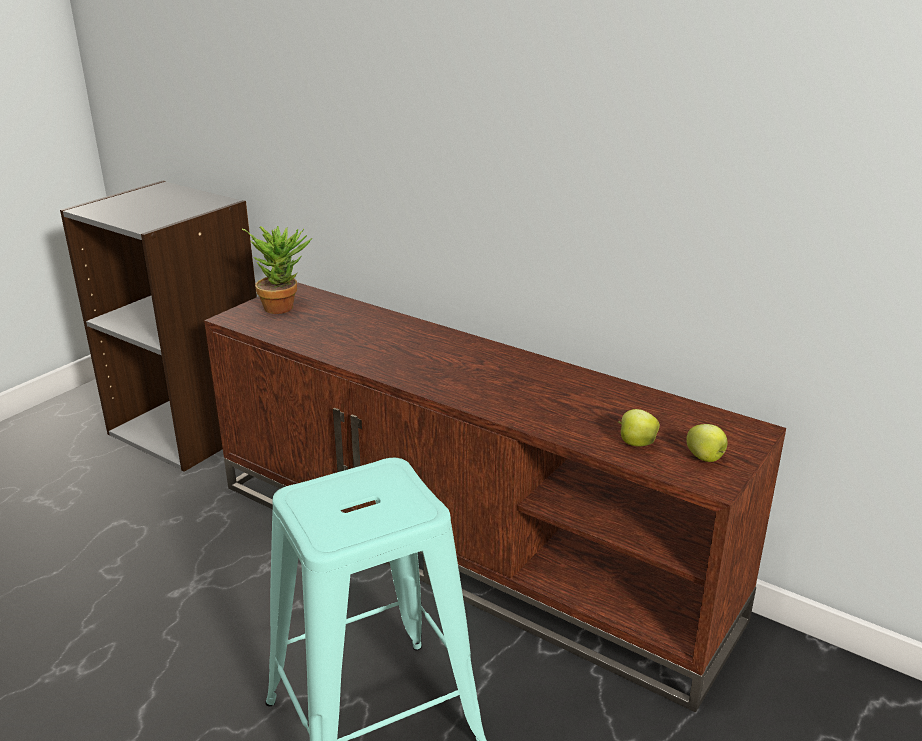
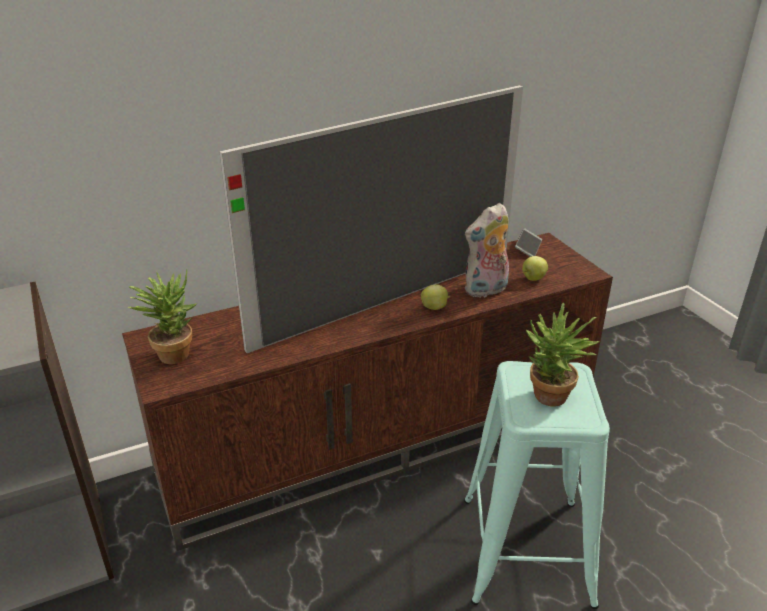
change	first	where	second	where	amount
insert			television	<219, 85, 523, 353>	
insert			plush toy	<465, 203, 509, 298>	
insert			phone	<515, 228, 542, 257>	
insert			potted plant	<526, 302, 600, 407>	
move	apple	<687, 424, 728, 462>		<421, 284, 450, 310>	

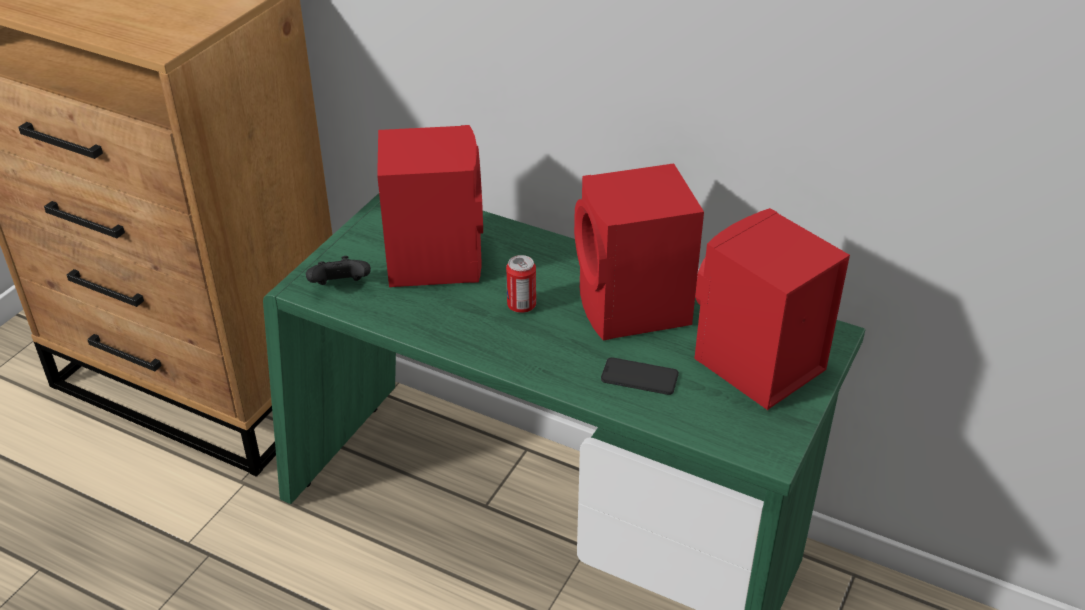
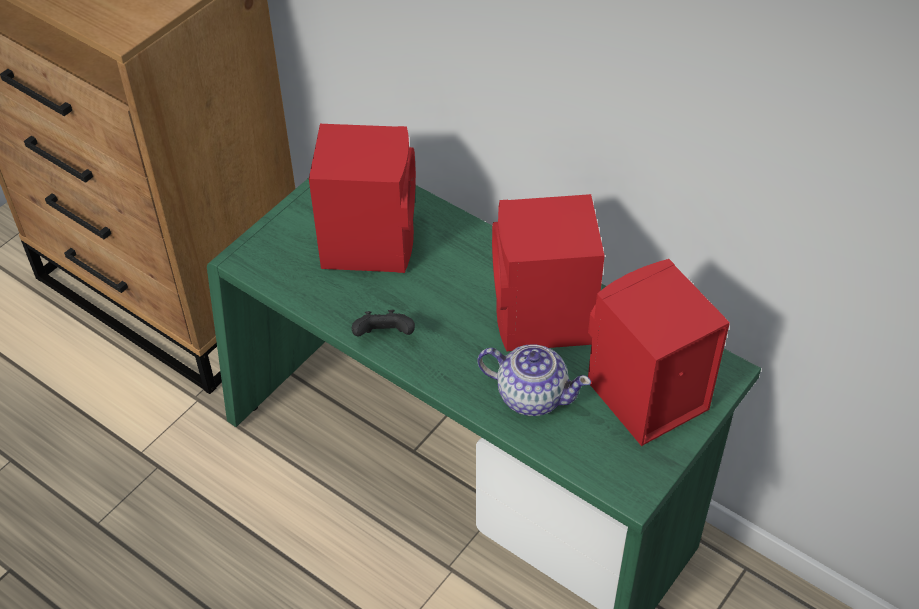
change	first	where	second	where	amount
delete	can	<506, 255, 536, 313>			
move	game controller in black	<306, 256, 371, 285>		<352, 310, 415, 336>	
replace	phone	<601, 357, 679, 395>	teapot	<477, 345, 591, 416>	

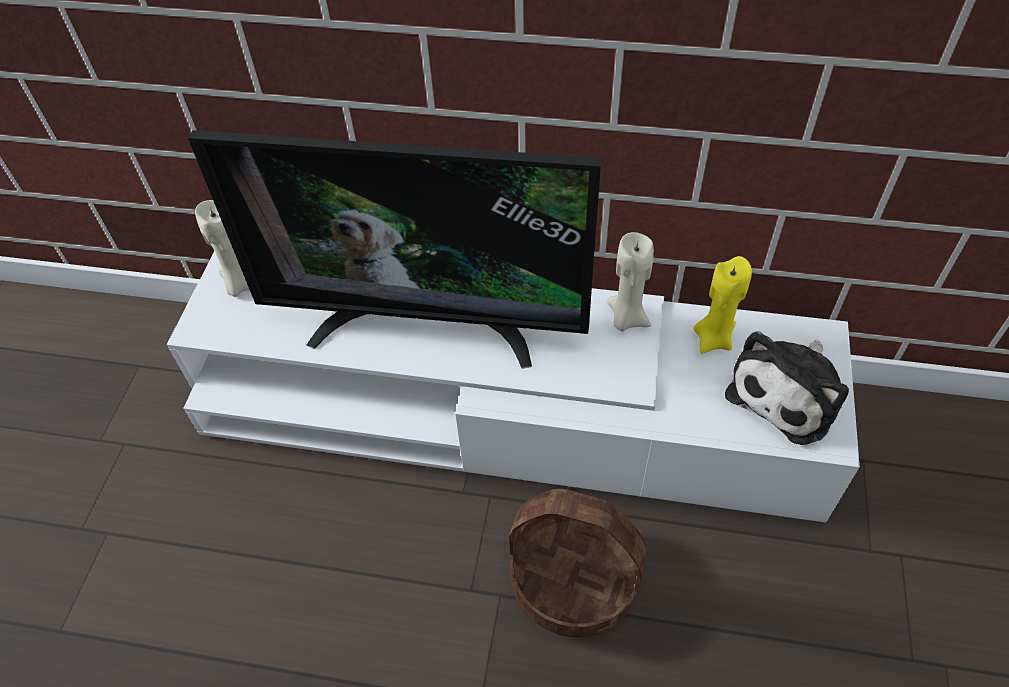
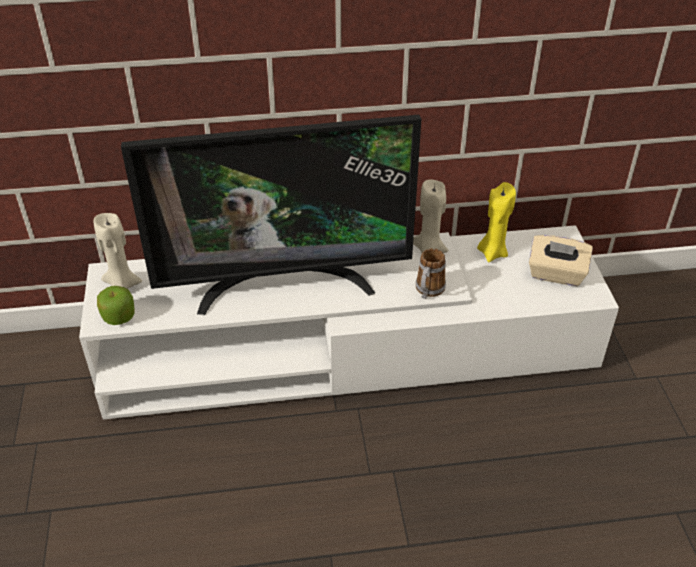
change	first	where	second	where	amount
delete	basket	<509, 489, 647, 637>			
insert			apple	<97, 286, 134, 325>	
insert			mug	<416, 248, 446, 299>	
replace	plush toy	<725, 331, 849, 445>	tissue box in beige	<529, 235, 593, 286>	

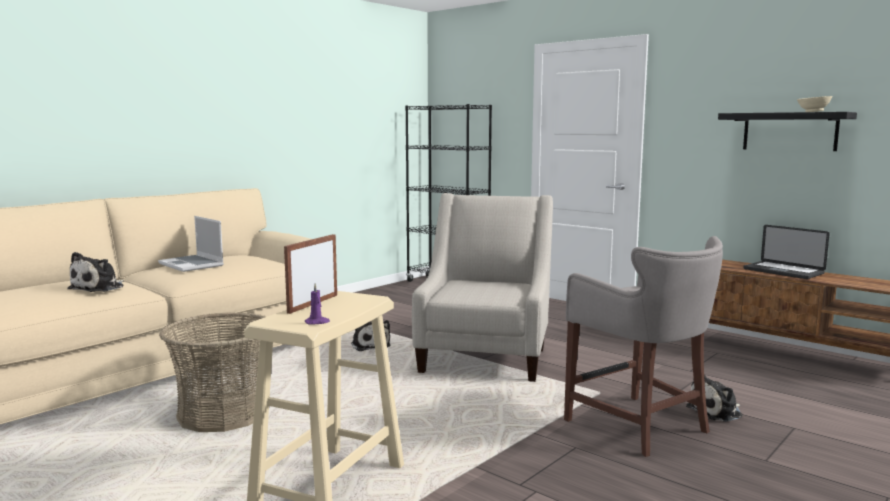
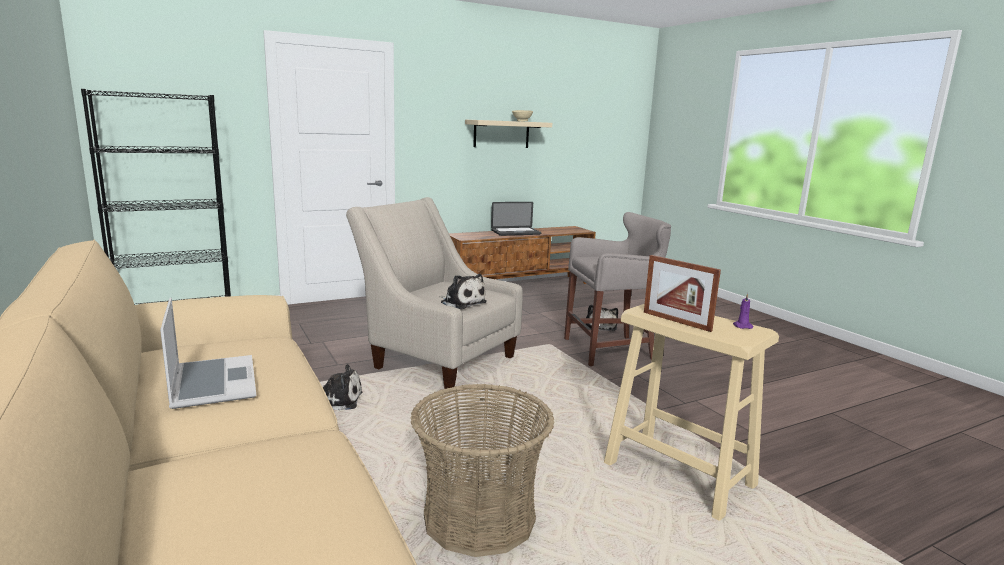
change	first	where	second	where	amount
move	plush toy	<67, 252, 124, 292>		<439, 274, 487, 309>	
recolor	shelf in black	<718, 112, 857, 151>	shelf in beige	<465, 119, 552, 148>	
rotate	laptop	<158, 216, 224, 272>		<160, 298, 256, 409>	90 degrees counterclockwise

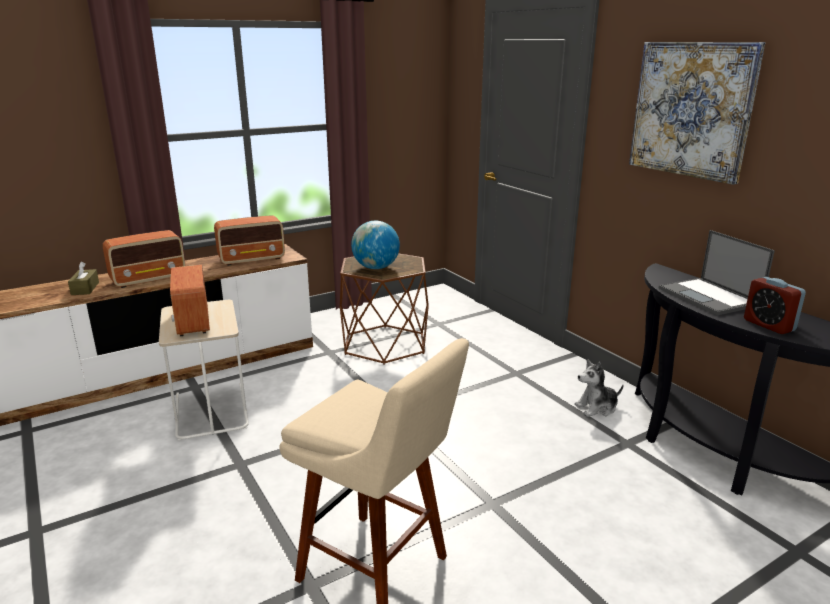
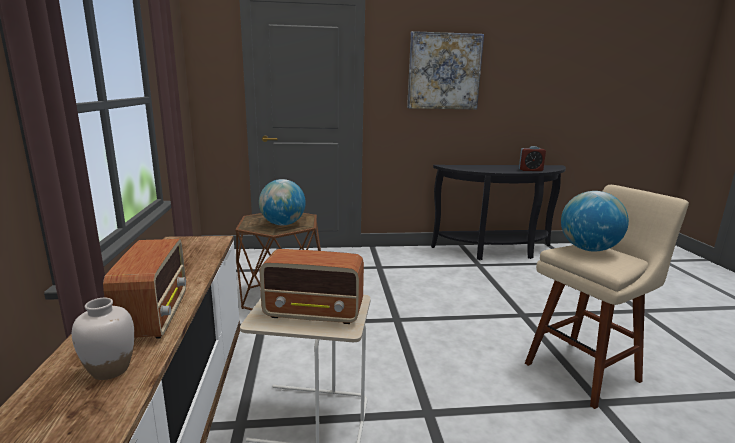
change	first	where	second	where	amount
delete	radio	<214, 215, 285, 266>			
delete	plush toy	<574, 360, 623, 417>			
delete	laptop	<658, 230, 775, 316>			
insert			globe	<561, 191, 629, 251>	
replace	tissue box in brown	<68, 261, 99, 295>	vase in white	<72, 298, 134, 380>	

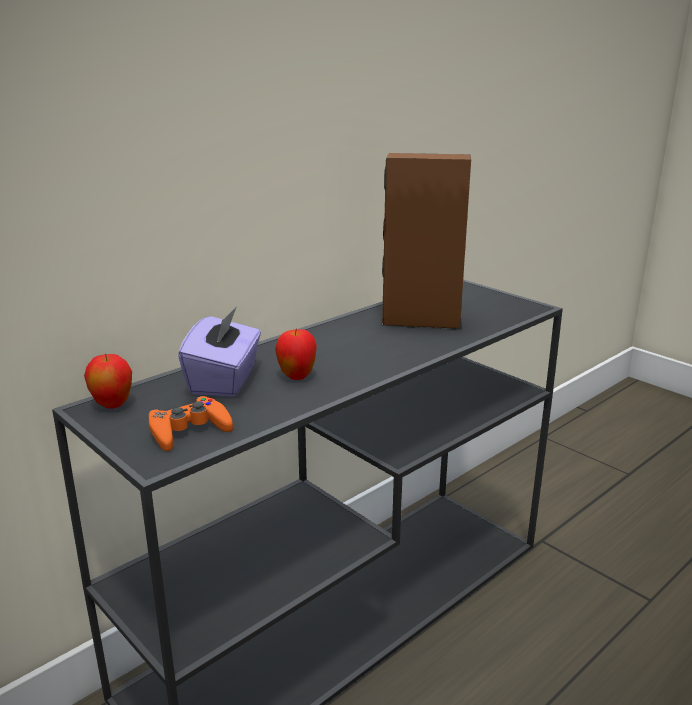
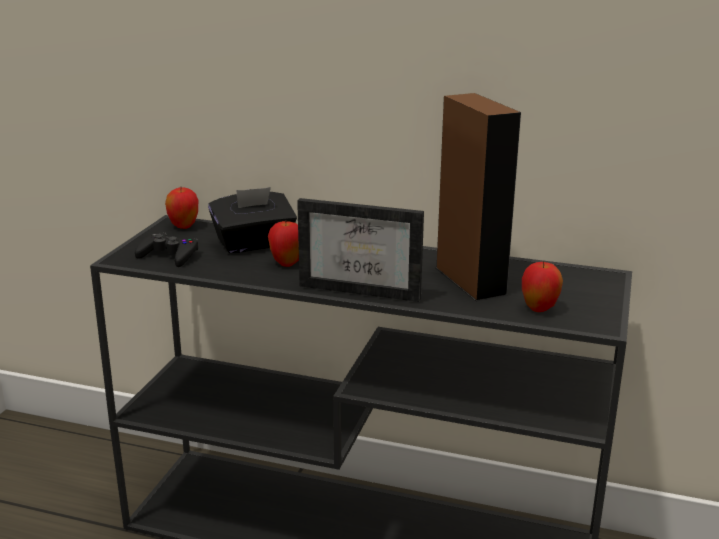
change	first	where	second	where	amount
insert			picture frame	<297, 198, 424, 302>	
insert			apple	<522, 261, 563, 312>	
recolor	game controller in orange	<149, 396, 233, 451>	game controller in black	<135, 232, 198, 267>	
recolor	tissue box in purple	<178, 306, 261, 397>	tissue box in black	<208, 187, 297, 253>	

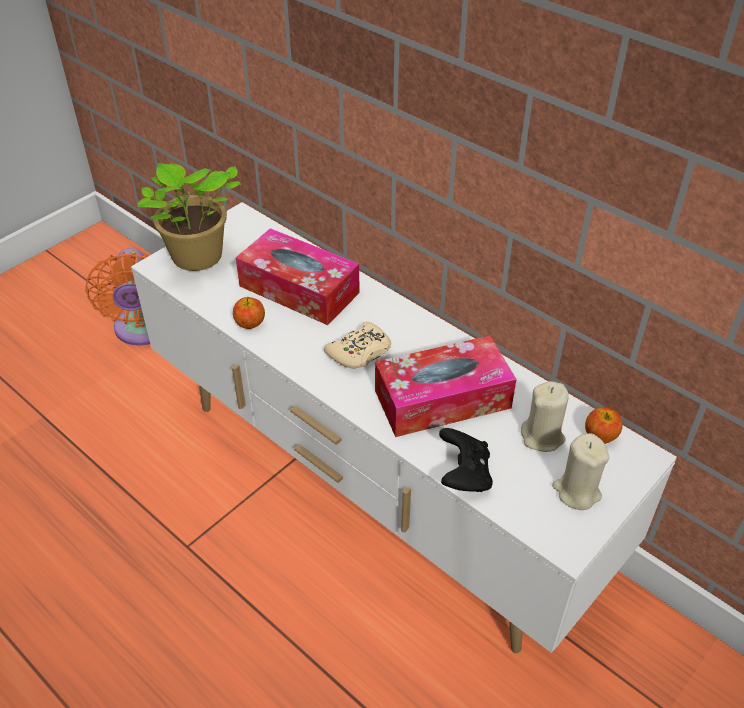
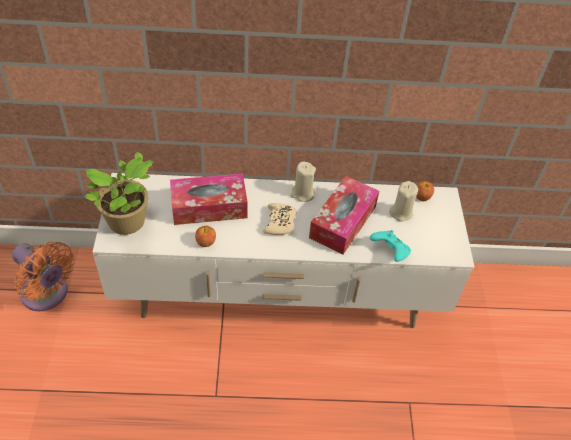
change	first	where	second	where	amount
move	candle in beige	<552, 433, 610, 510>		<291, 161, 316, 202>	
recolor	game controller in black	<439, 428, 493, 492>	game controller in turquoise	<370, 230, 411, 262>	

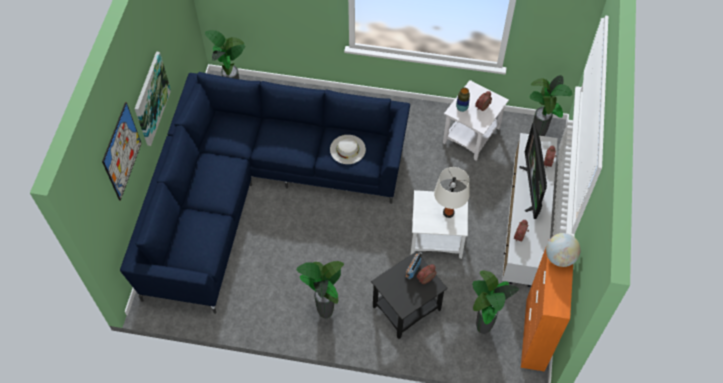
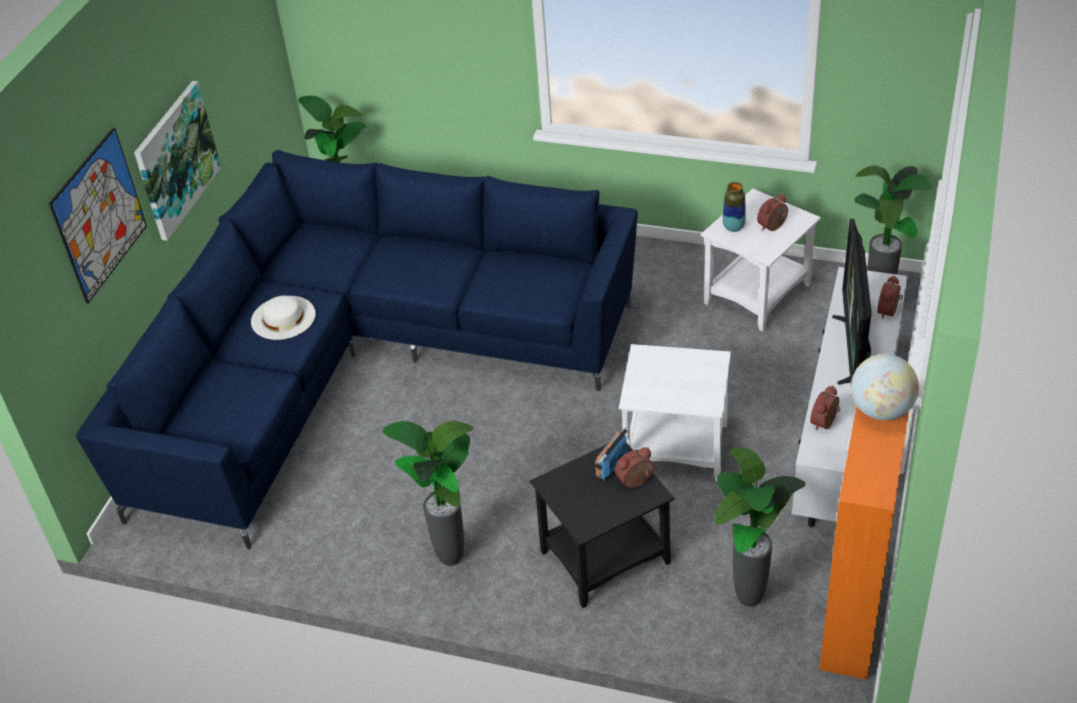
change	first	where	second	where	amount
delete	table lamp in white	<434, 167, 470, 218>			
move	hat in white	<330, 135, 366, 164>		<251, 296, 316, 340>	

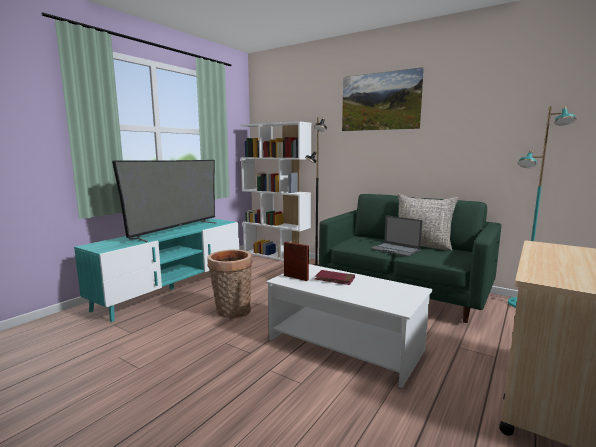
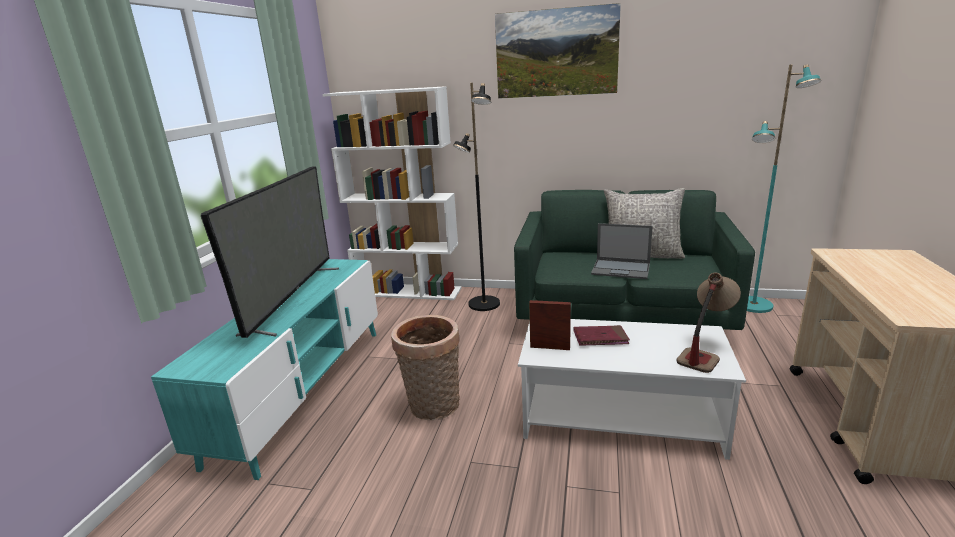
change	first	where	second	where	amount
insert			table lamp	<676, 272, 741, 373>	

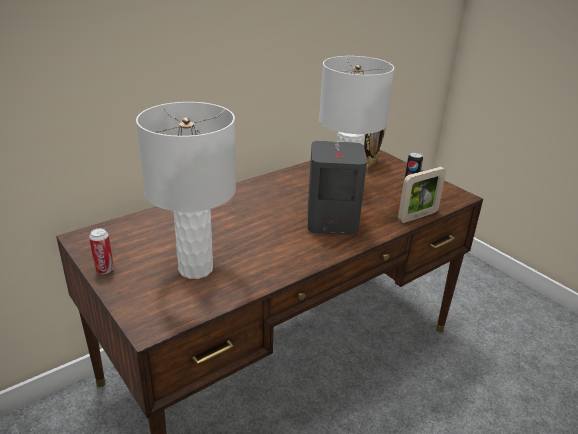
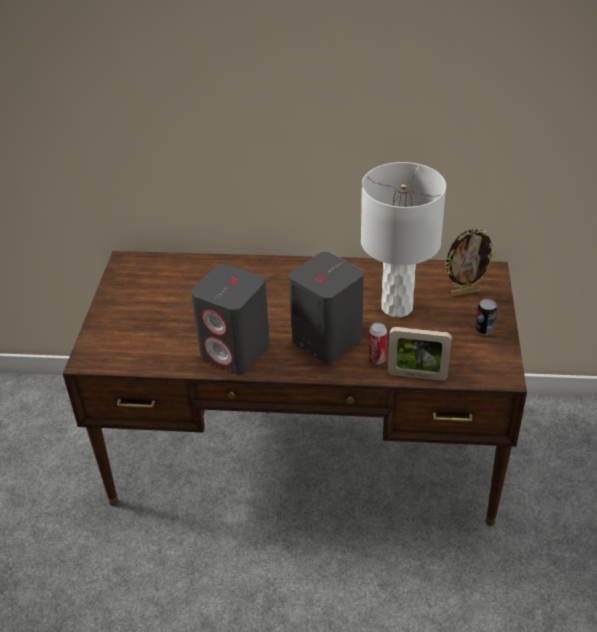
change	first	where	second	where	amount
delete	table lamp in white	<136, 102, 236, 279>			
insert			speaker in grey	<191, 264, 270, 375>	
move	can	<89, 228, 114, 274>		<369, 323, 387, 364>	

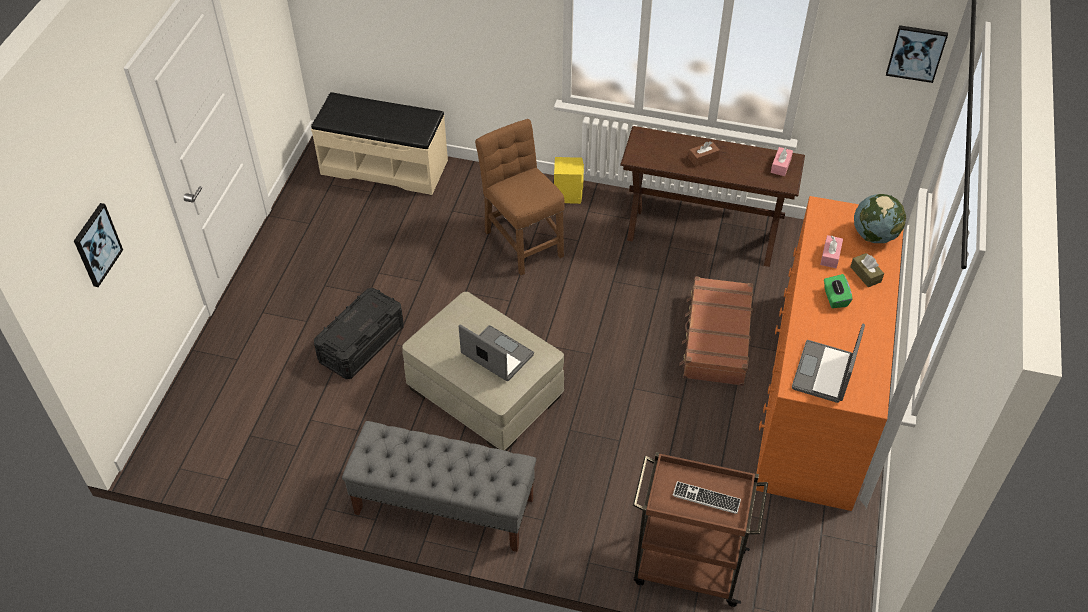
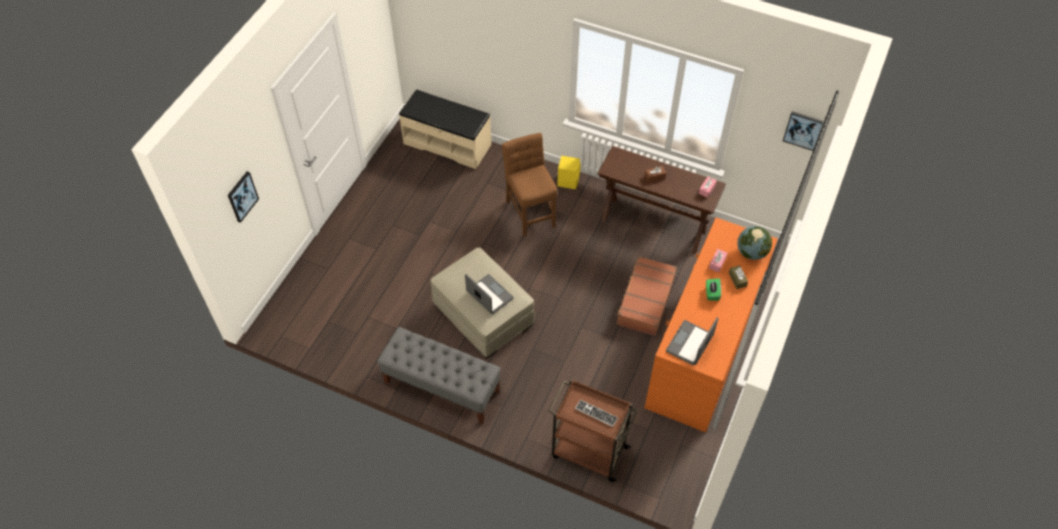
change	first	where	second	where	amount
delete	storage box in black	<314, 288, 404, 379>			

